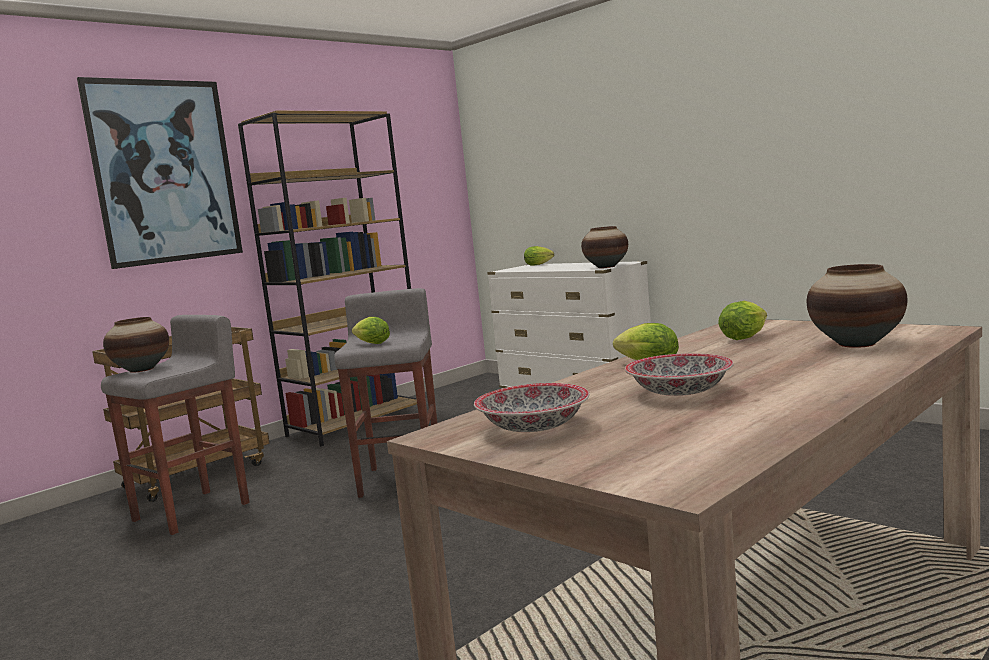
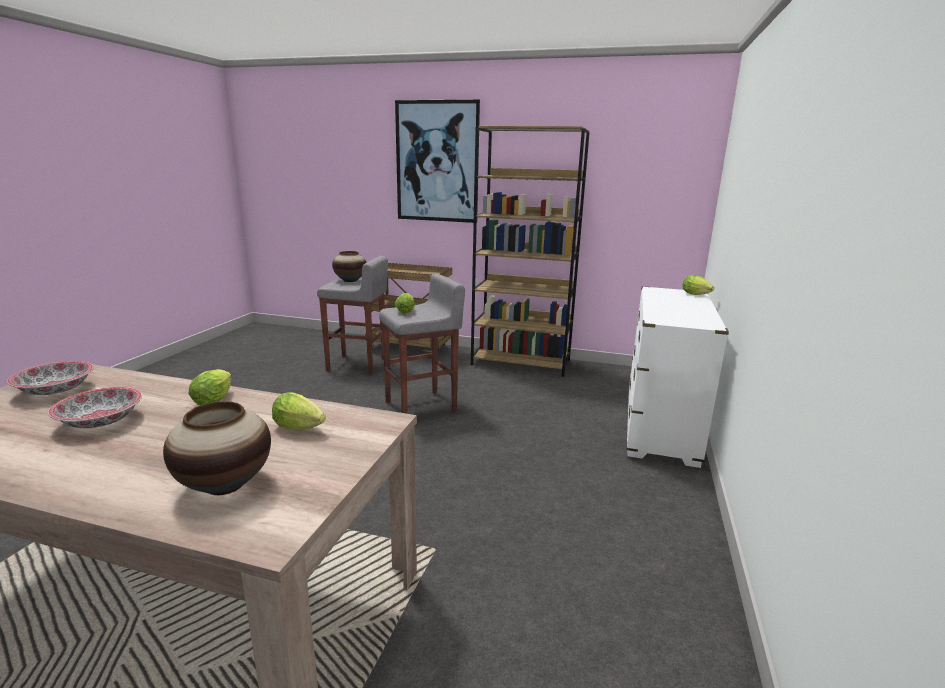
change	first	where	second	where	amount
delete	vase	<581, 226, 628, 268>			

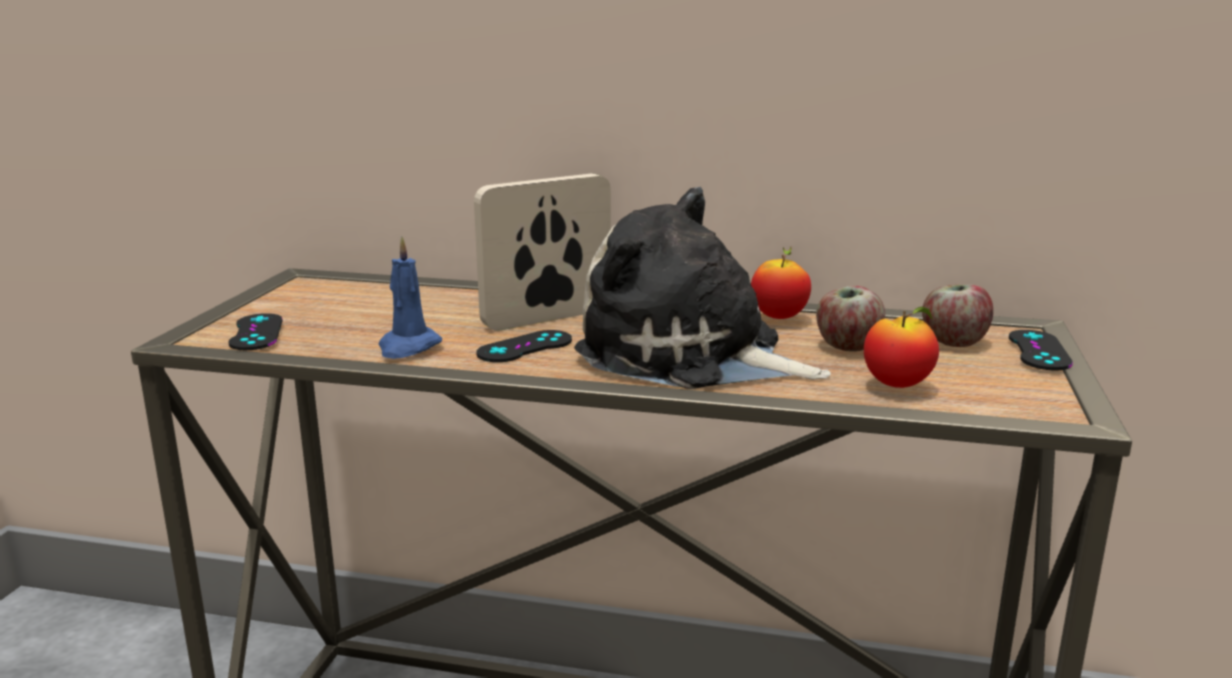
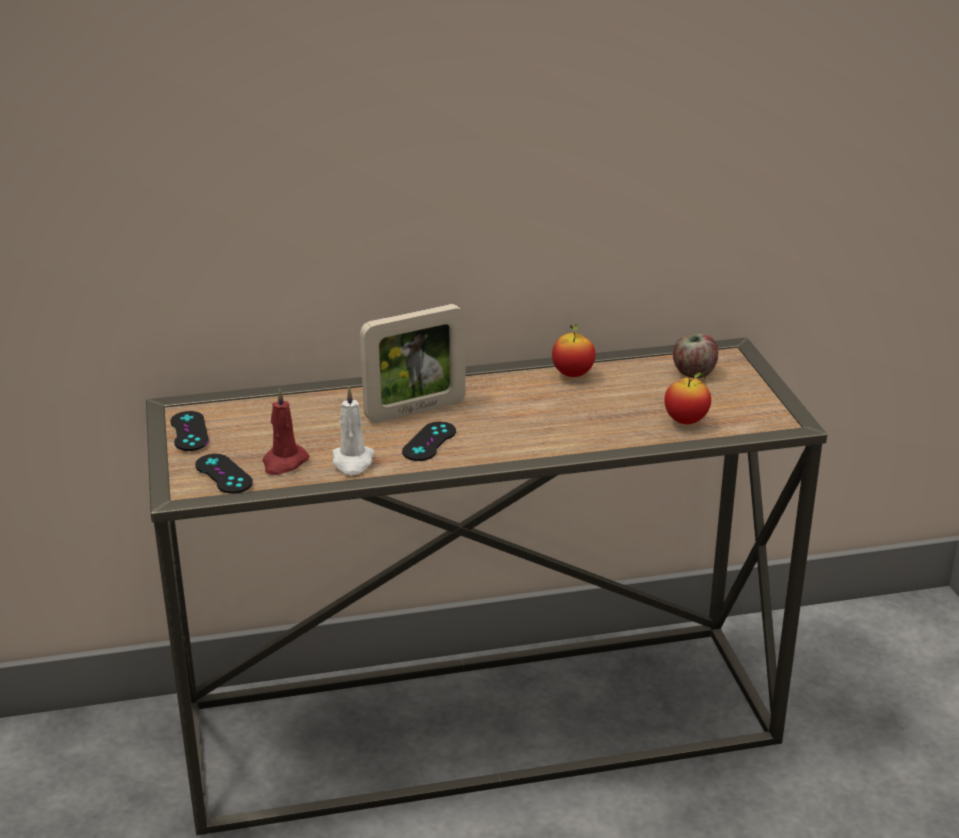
change	first	where	second	where	amount
delete	plush toy	<574, 187, 831, 389>			
delete	apple	<816, 286, 885, 352>			
insert			candle in red	<262, 388, 309, 475>	
move	game controller in black	<1009, 330, 1073, 370>		<170, 411, 209, 451>	
recolor	candle in blue	<379, 236, 442, 359>	candle in white	<332, 387, 375, 475>	
rotate	picture frame	<474, 174, 611, 331>		<360, 304, 466, 423>	150 degrees counterclockwise

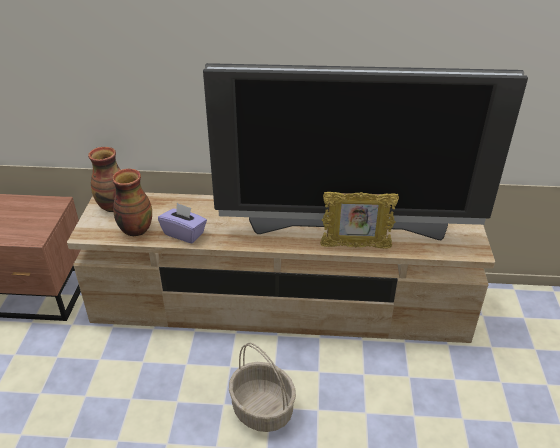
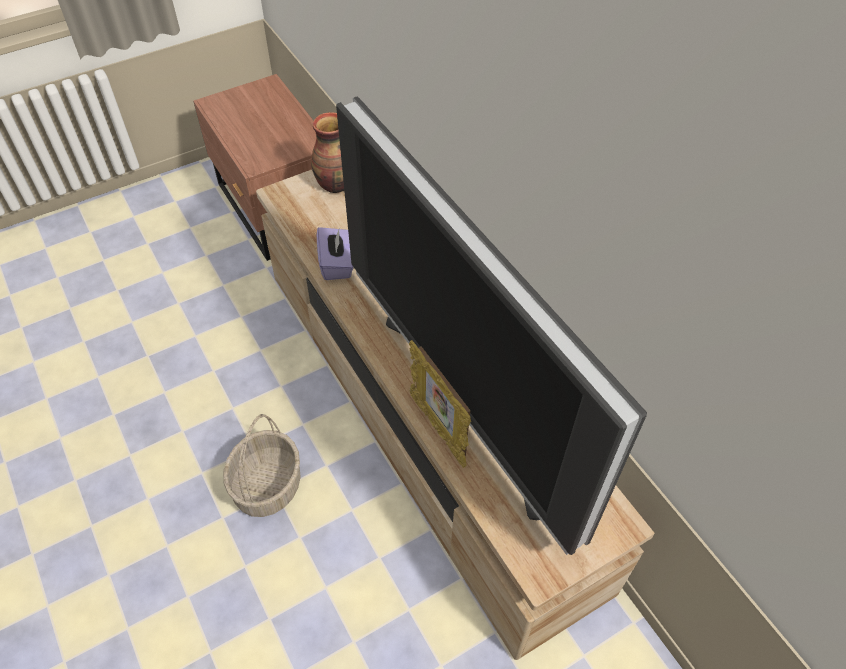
change	first	where	second	where	amount
delete	vase	<112, 168, 152, 236>			

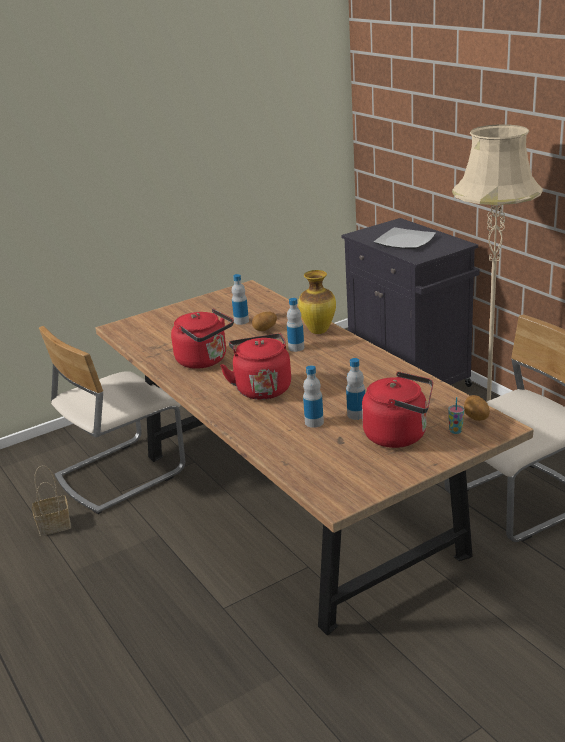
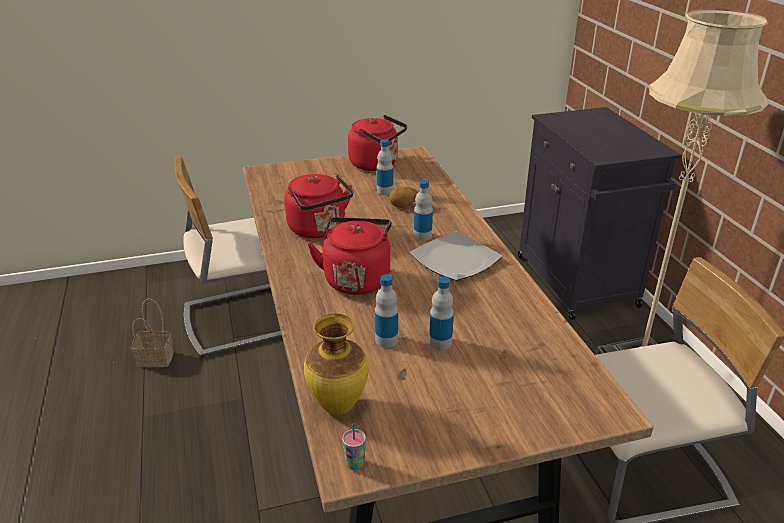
change	first	where	second	where	amount
delete	potato	<464, 395, 490, 421>			
move	vase	<298, 270, 336, 334>		<304, 314, 369, 415>	
move	kettle in red	<362, 372, 433, 448>		<348, 115, 407, 171>	
move	plate	<374, 227, 436, 249>		<410, 231, 502, 281>	
move	cup	<448, 397, 464, 434>		<342, 423, 366, 470>	

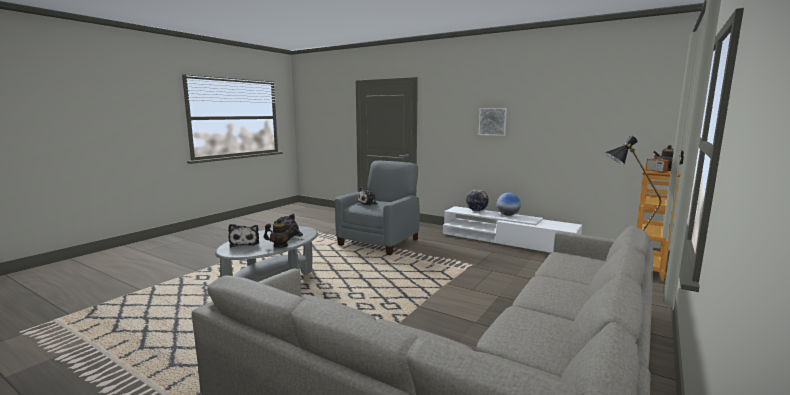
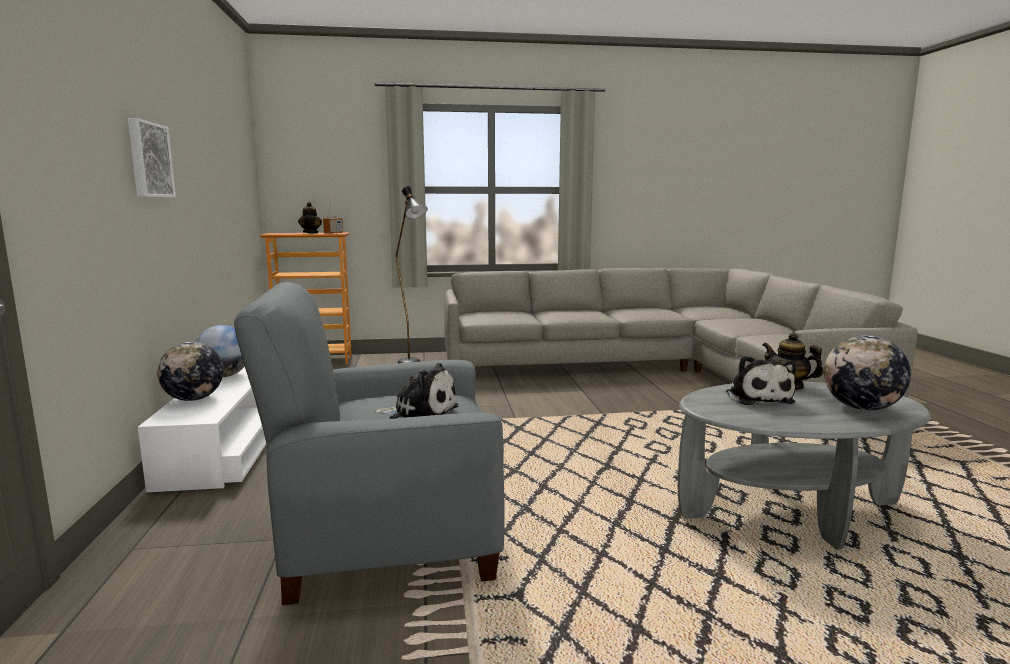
change	first	where	second	where	amount
replace	plush toy	<228, 224, 259, 247>	globe	<824, 335, 911, 411>	

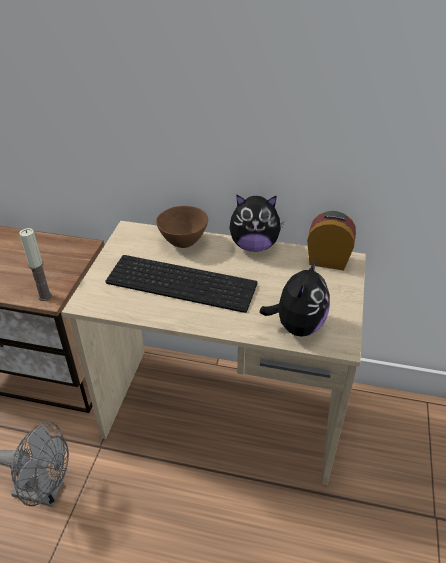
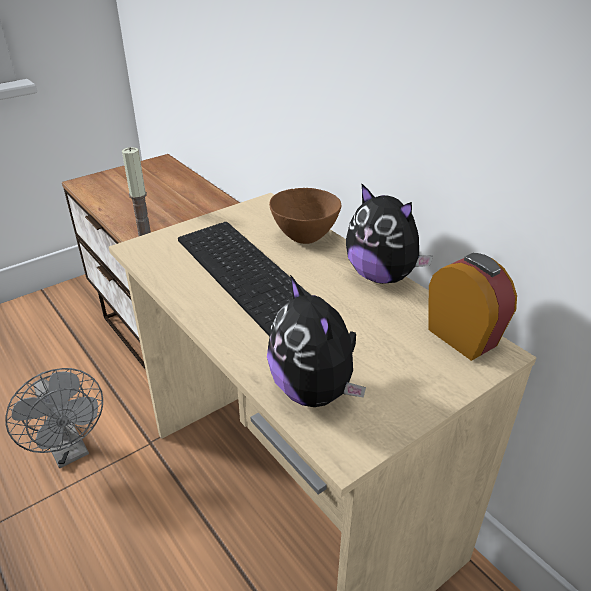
change	first	where	second	where	amount
rotate	plush toy	<259, 257, 330, 337>		<267, 275, 366, 407>	90 degrees clockwise

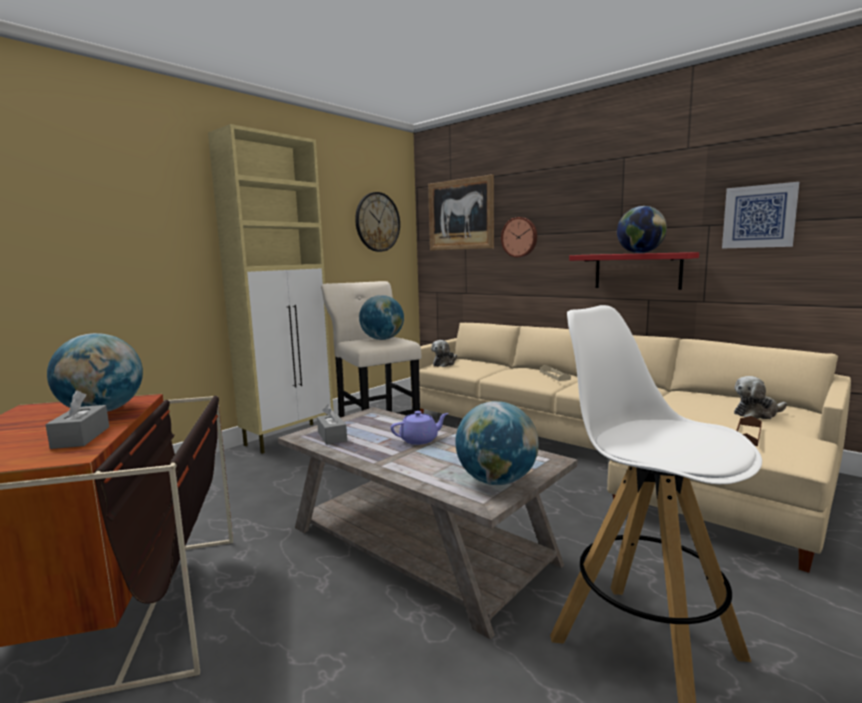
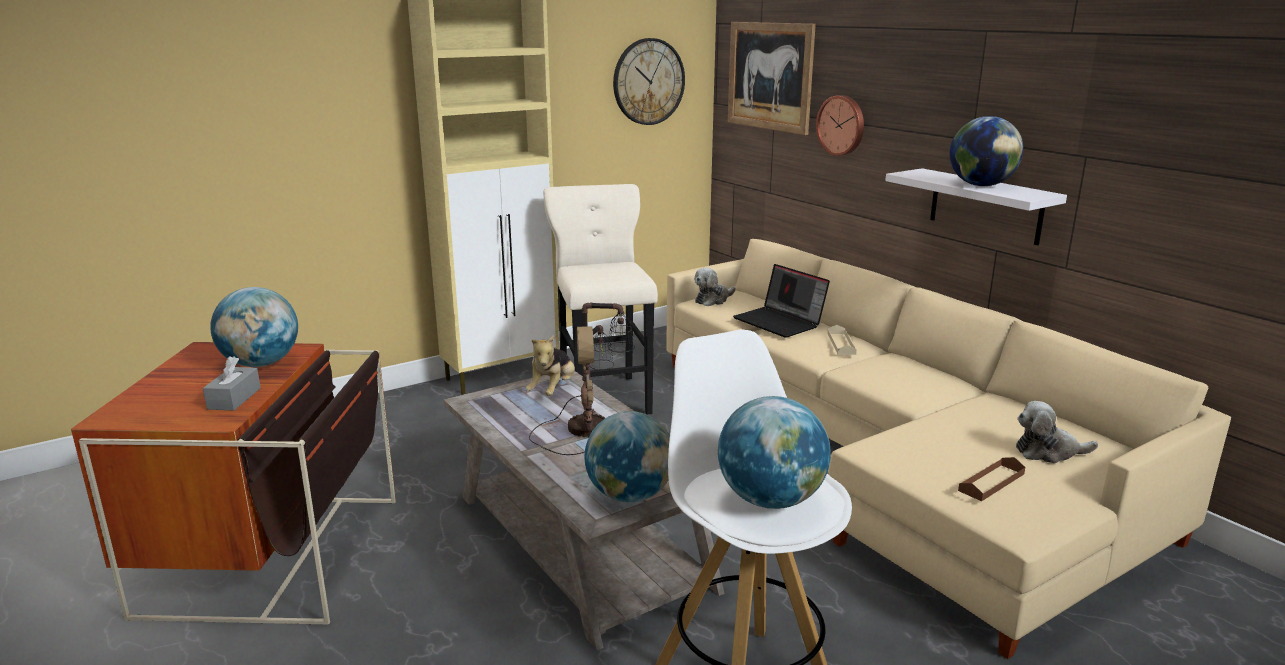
change	first	where	second	where	amount
delete	tissue box in grey	<317, 405, 347, 445>			
delete	picture	<722, 182, 799, 248>			
insert			plush toy	<526, 335, 575, 396>	
insert			laptop	<733, 264, 830, 338>	
move	globe	<359, 295, 404, 340>		<718, 396, 831, 509>	
replace	teapot in purple	<391, 411, 448, 445>	table lamp	<529, 302, 635, 455>	
recolor	shelf in red	<569, 252, 699, 290>	shelf in white	<885, 168, 1067, 246>	

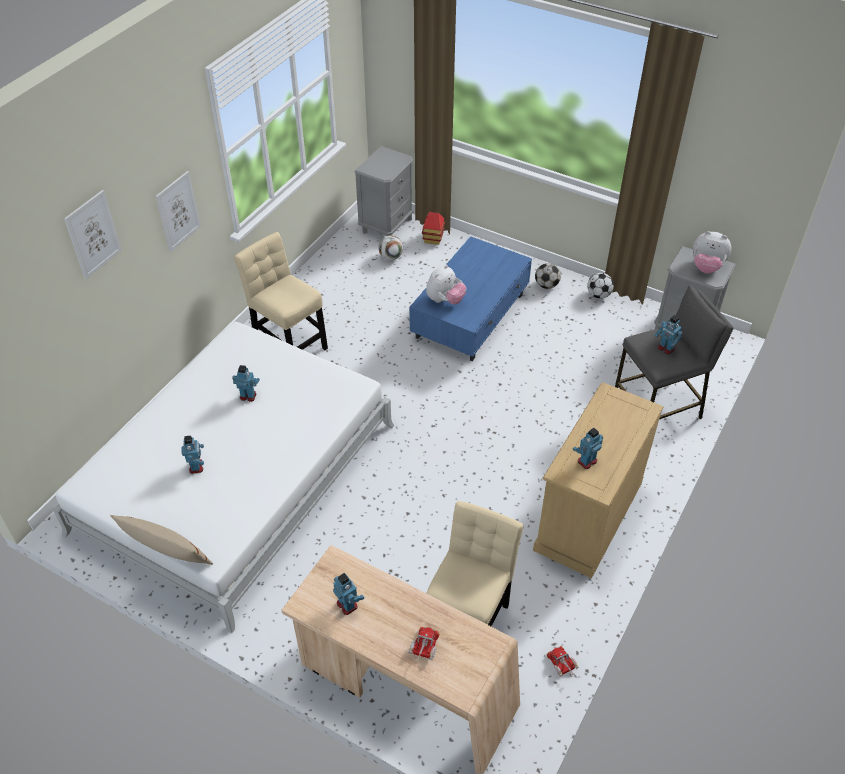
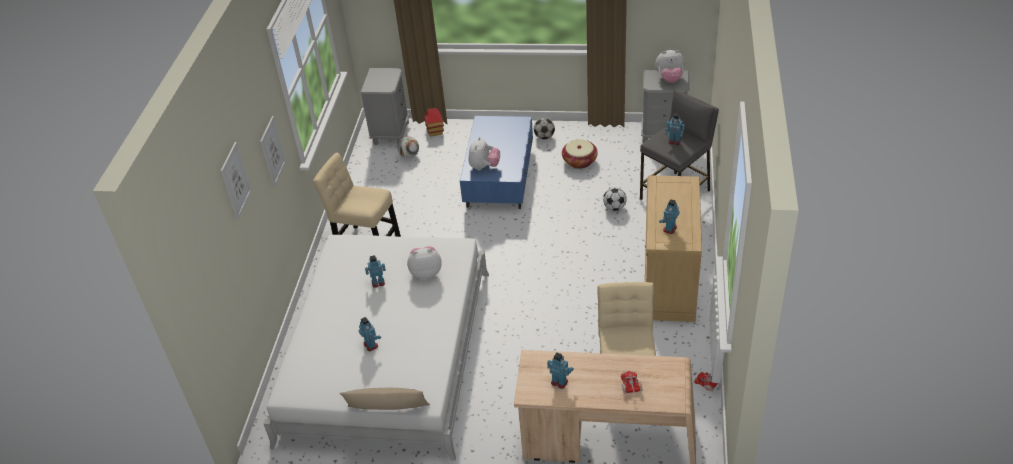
change	first	where	second	where	amount
insert			plush toy	<407, 246, 442, 279>	
insert			basket	<562, 139, 598, 169>	
move	football	<587, 273, 614, 299>		<603, 188, 627, 211>	

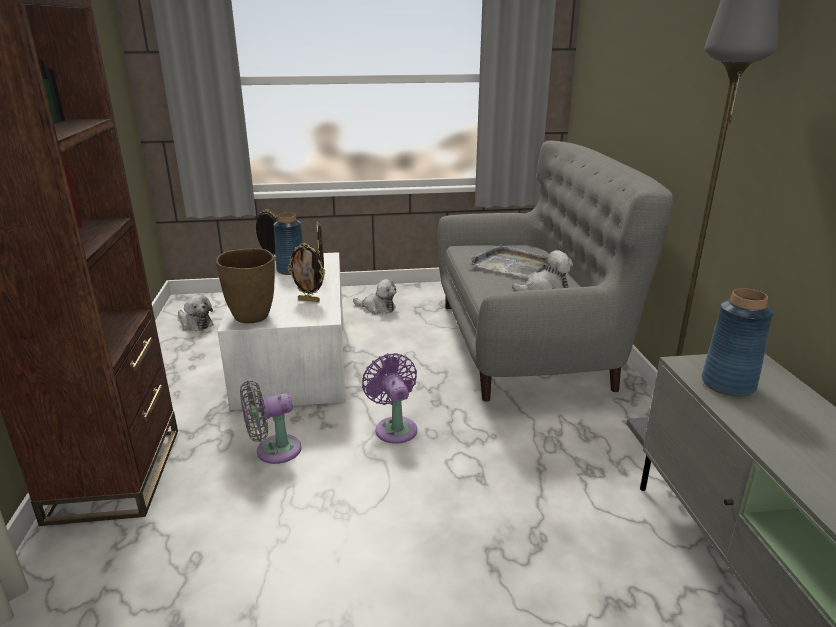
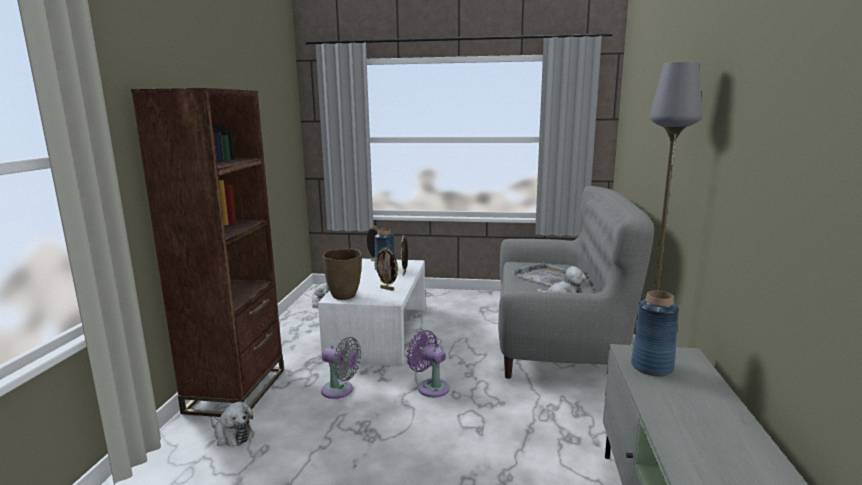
change	first	where	second	where	amount
move	plush toy	<353, 279, 396, 314>		<211, 402, 254, 447>	
rotate	fan in grey	<240, 381, 301, 464>		<321, 337, 361, 399>	150 degrees counterclockwise
rotate	fan in purple	<362, 353, 417, 444>		<406, 330, 450, 397>	45 degrees counterclockwise

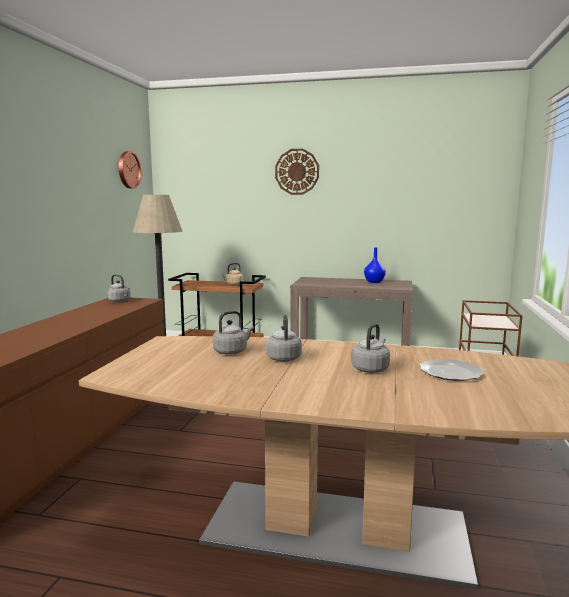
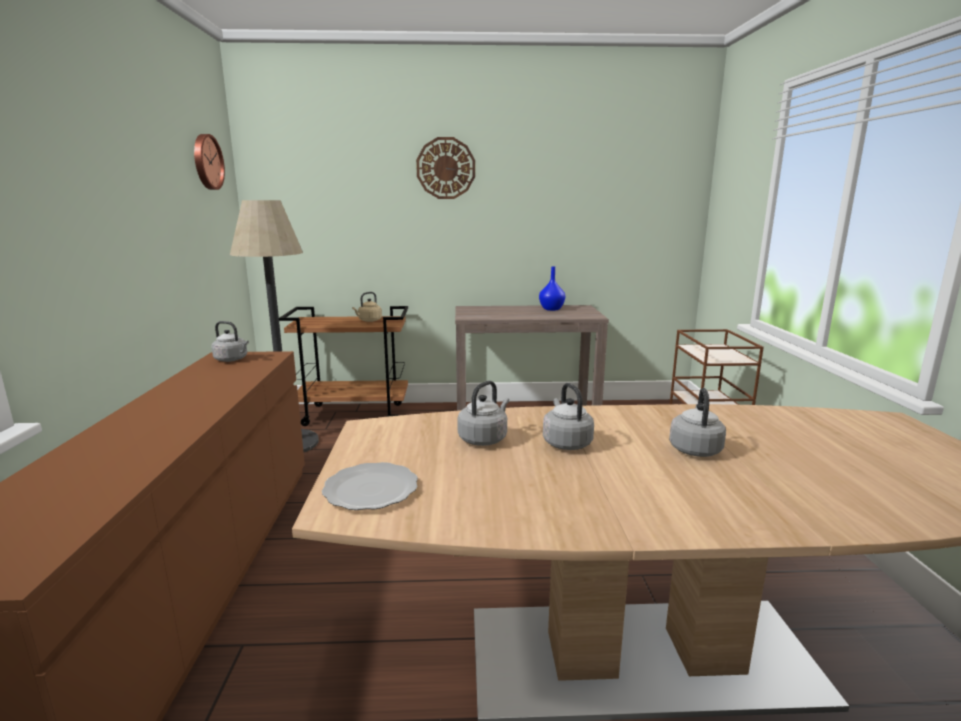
change	first	where	second	where	amount
move	plate	<419, 359, 484, 381>		<322, 462, 418, 510>	

